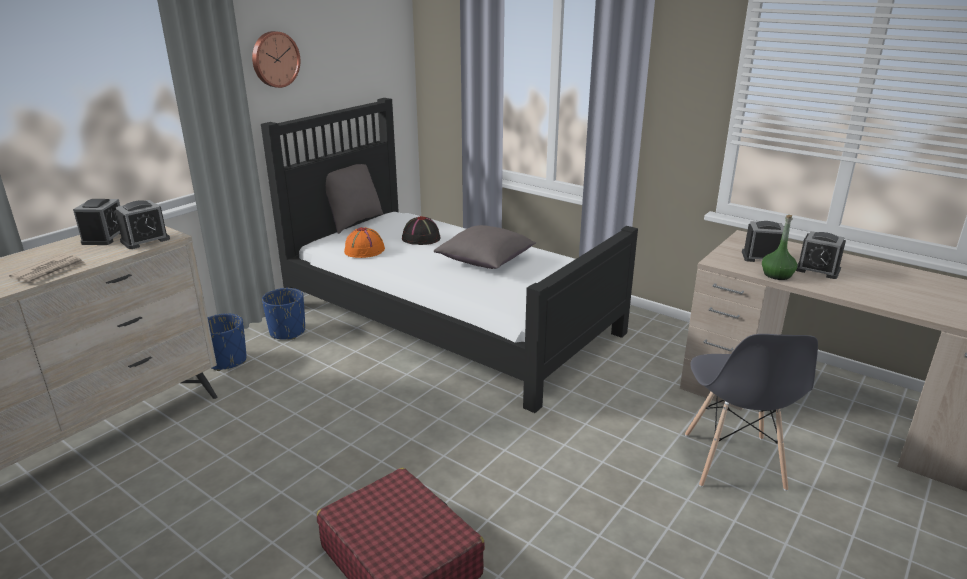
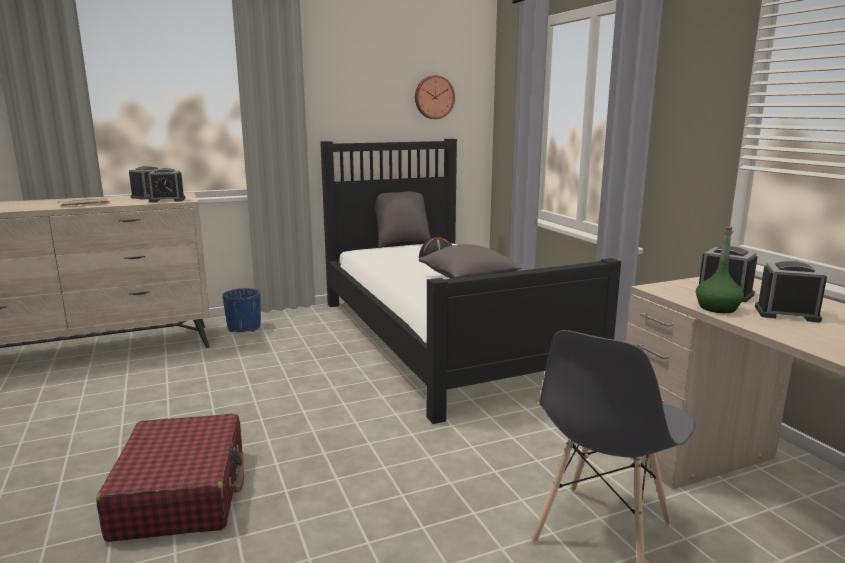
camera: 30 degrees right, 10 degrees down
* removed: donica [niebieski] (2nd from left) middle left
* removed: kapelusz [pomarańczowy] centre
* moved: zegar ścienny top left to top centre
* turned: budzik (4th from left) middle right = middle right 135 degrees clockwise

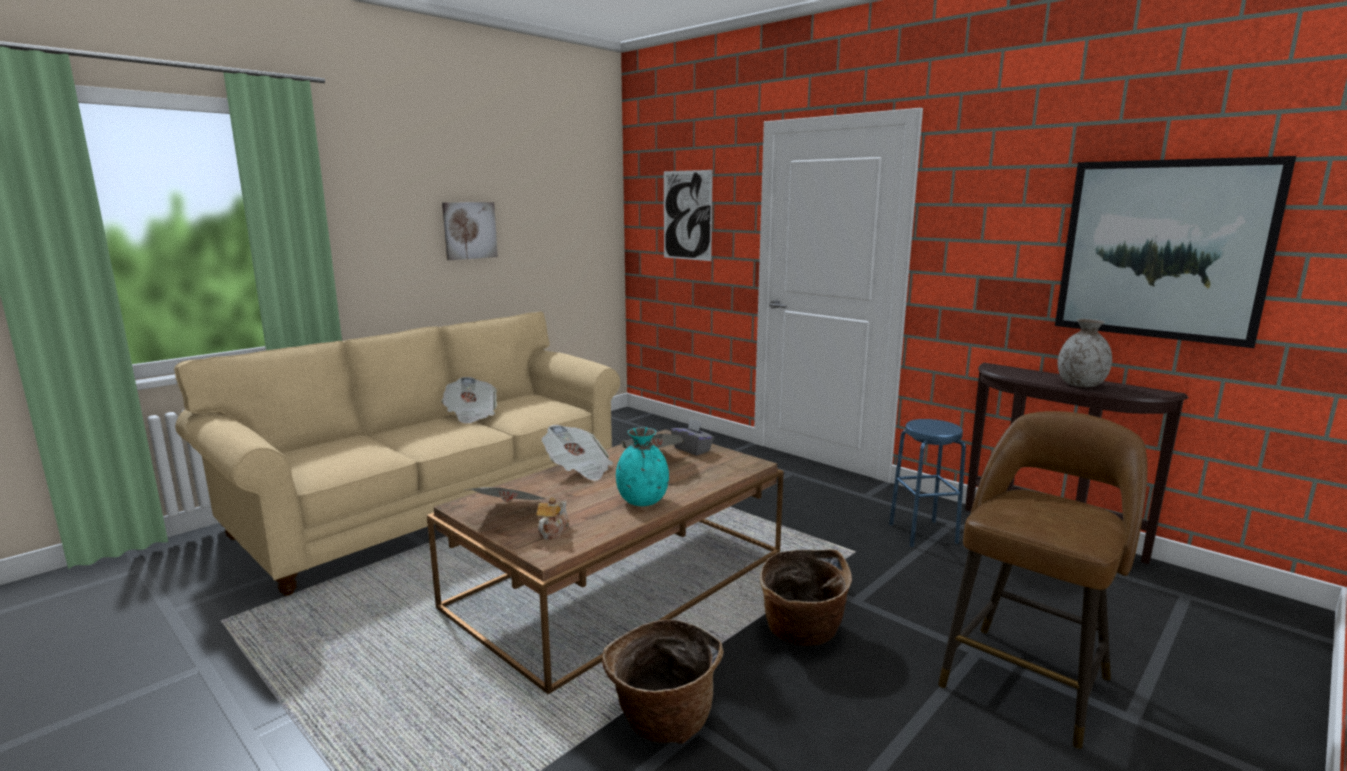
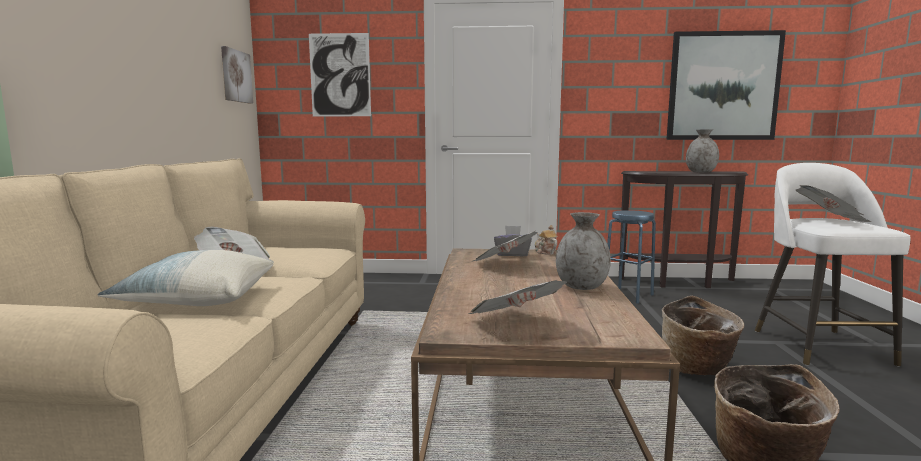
camera: 40 degrees left, 5 degrees down
* added: poduszka middle left
* moved: obraz (1st from left) top centre to top left
* moved: imbryk bottom centre to centre
* moved: gazeta (3rd from left in the first image) centre to gazeta (4th from left) middle right
* recoloured: wazon [turkusowy] centre to wazon [szary] (1st from left) centre
* recoloured: stołek [brązowy] bottom right to stołek [biały] middle right

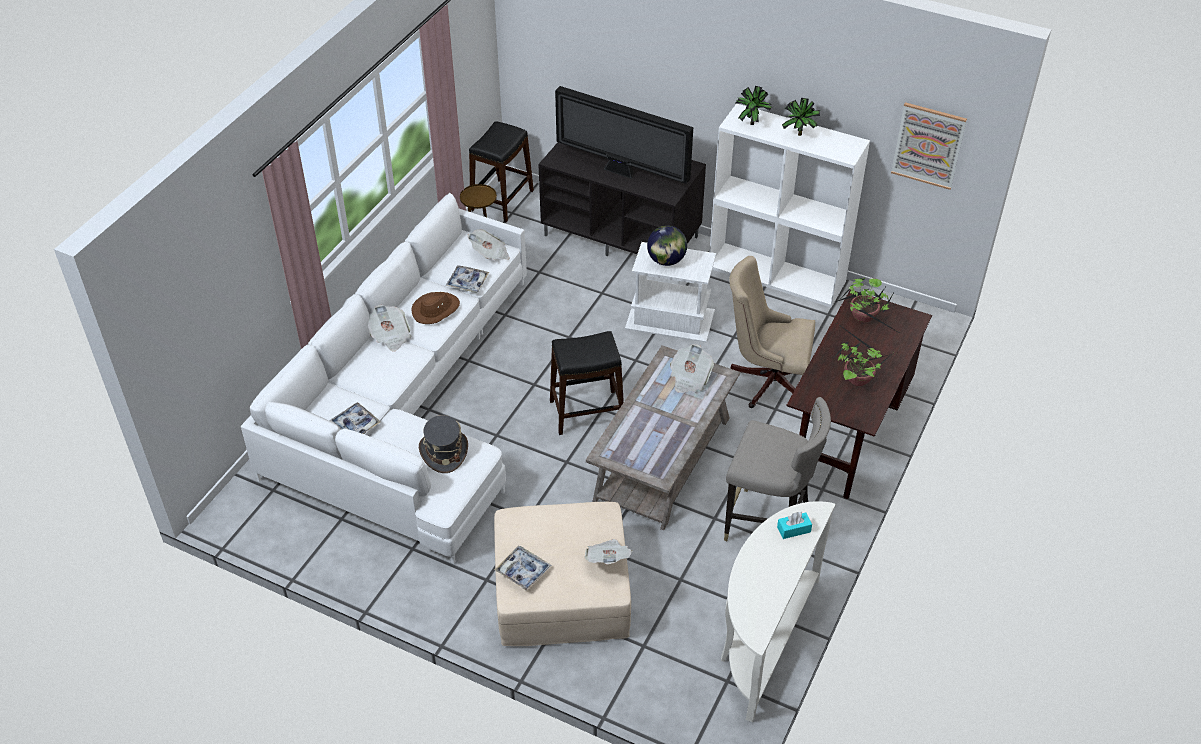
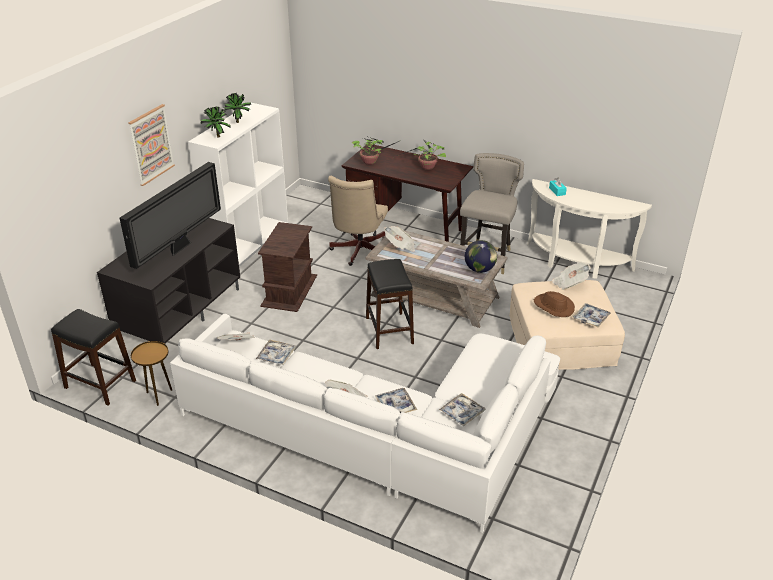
camera: 90 degrees left, 10 degrees down
* removed: kapelusz [szary] centre
* added: taca (2nd from left) bottom centre
* moved: kapelusz [brązowy] centre to middle right
* moved: globus top centre to centre
* moved: obraz top right to top left
* recoloured: stolik [biały] centre to stolik [brązowy] (2nd from left) centre

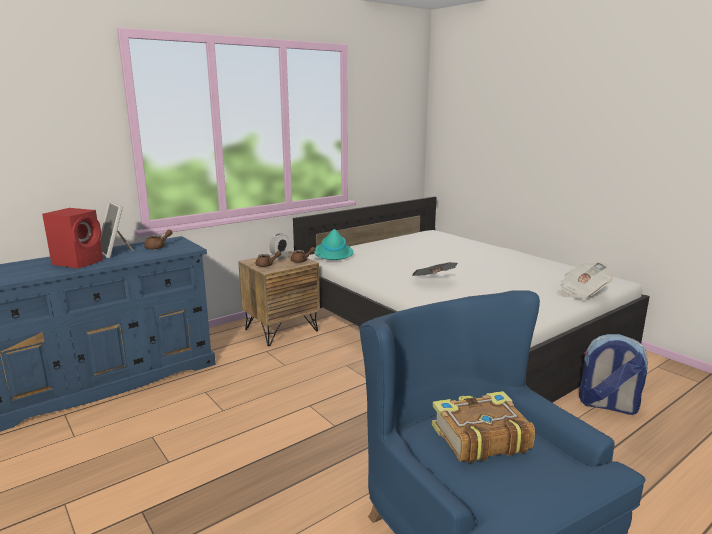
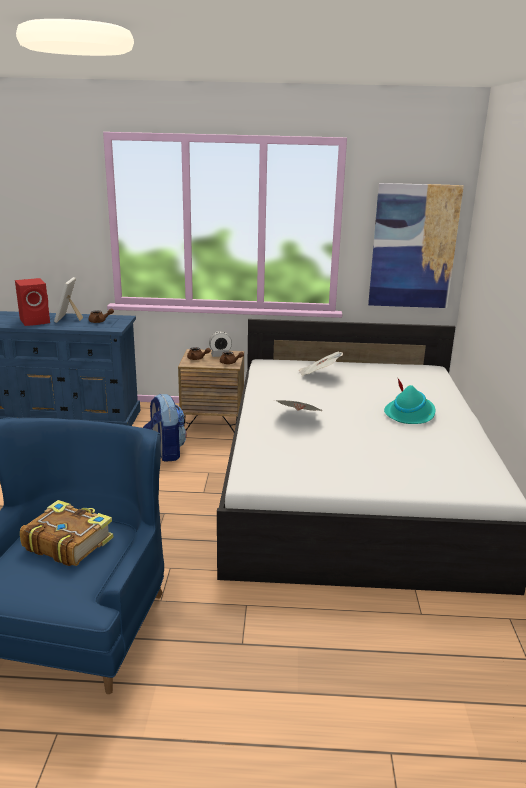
camera: 40 degrees right, 5 degrees up
* added: obraz top right
* moved: kapelusz [turkusowy] centre to middle right
* moved: gazeta (2nd from left) middle right to centre
* moved: plecak bottom right to middle left

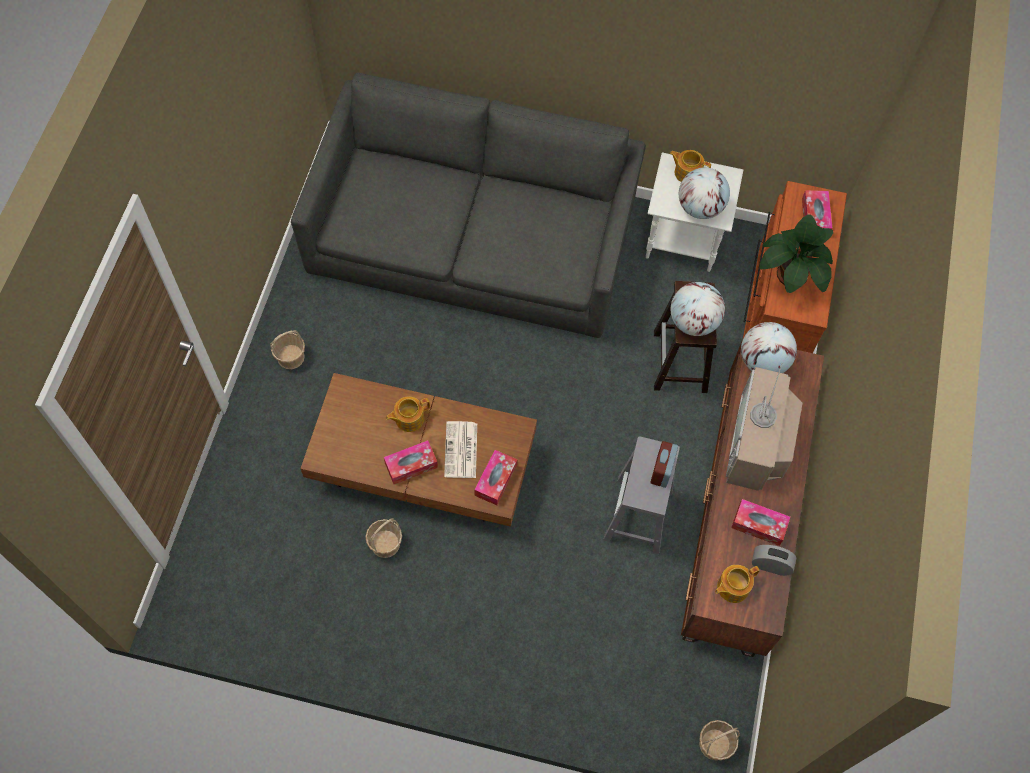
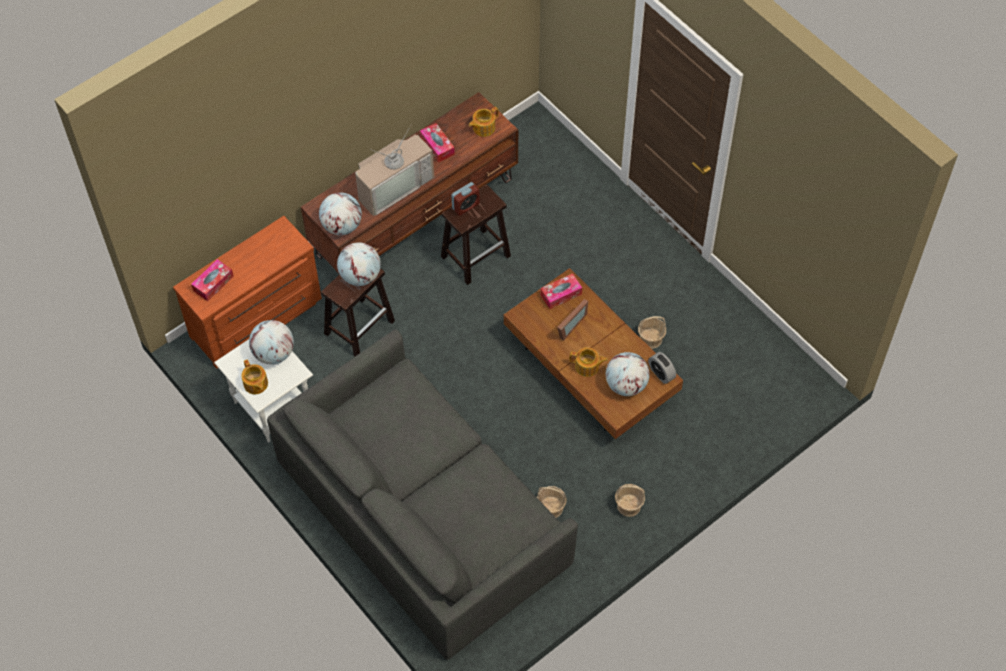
camera: 140 degrees left, 5 degrees down
* removed: pudełko chusteczek (1st from left) centre
* removed: roślina doniczkowa top right
* added: globus (4th from left) centre
* moved: koszyk (3rd from left in the first image) bottom right to koszyk (1st from left) bottom centre
* moved: budzik (2nd from left) bottom right to centre
* replaced: gazeta centre to ramka na zdjęcie centre
* recoloured: stołek [szary] centre to stołek [brązowy] (2nd from left) centre
* turned: imbryk (3rd from left in the first image) bottom right = top centre 135 degrees clockwise

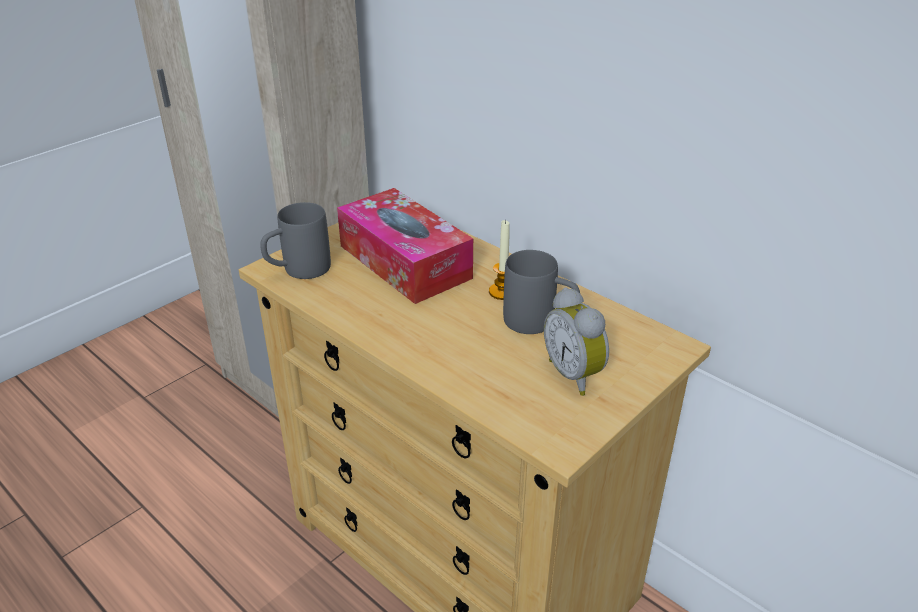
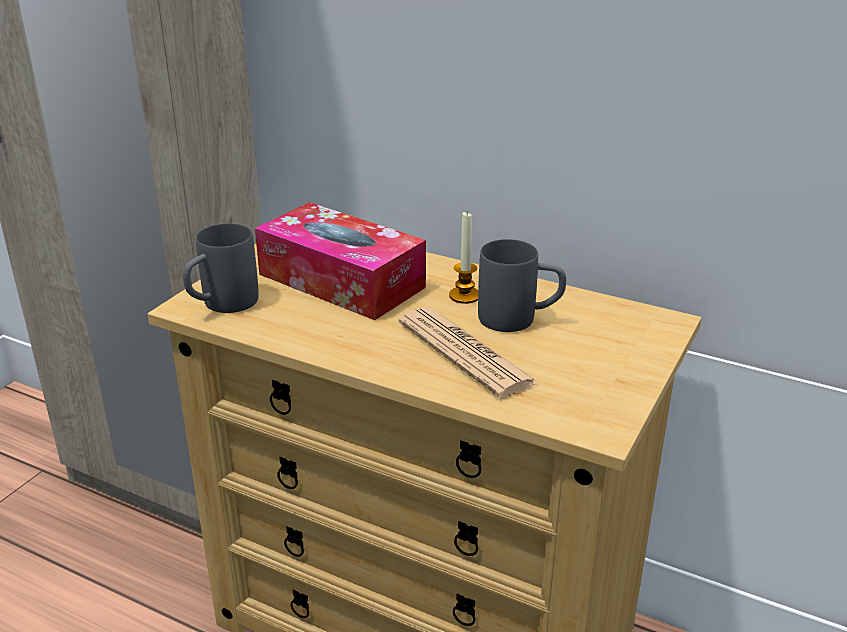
camera: 15 degrees left, 5 degrees down
* removed: budzik centre
* added: gazeta centre

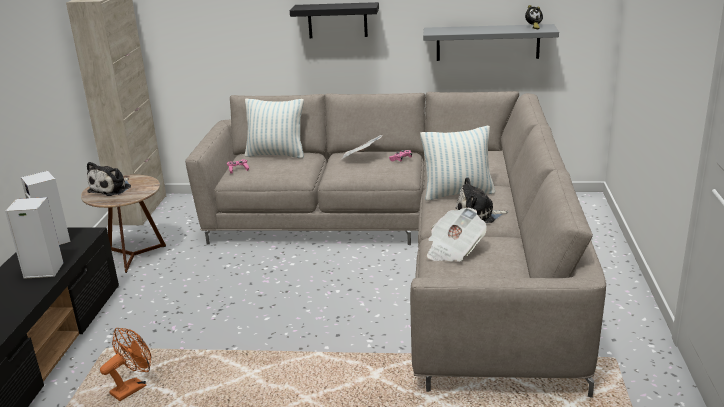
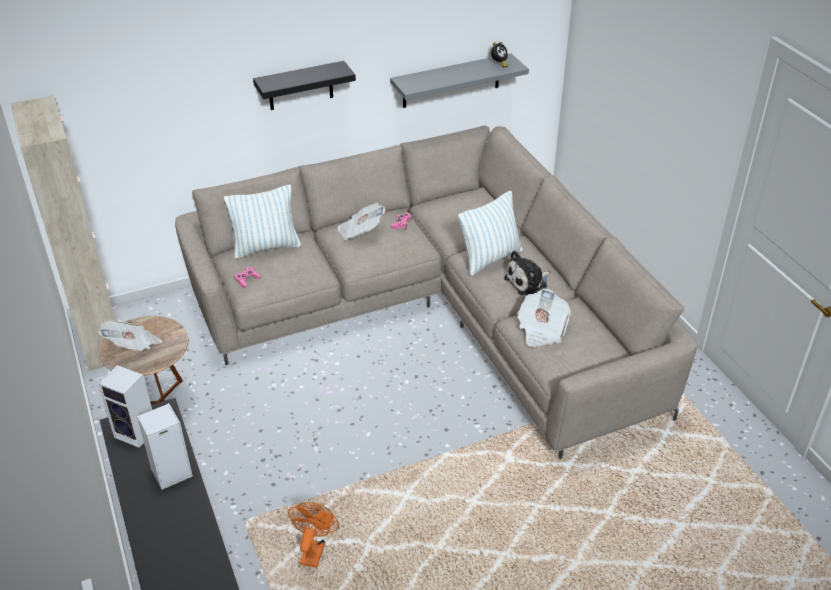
camera: 30 degrees left, 15 degrees up
* replaced: pluszak (1st from left) middle left to gazeta (1st from left) middle left

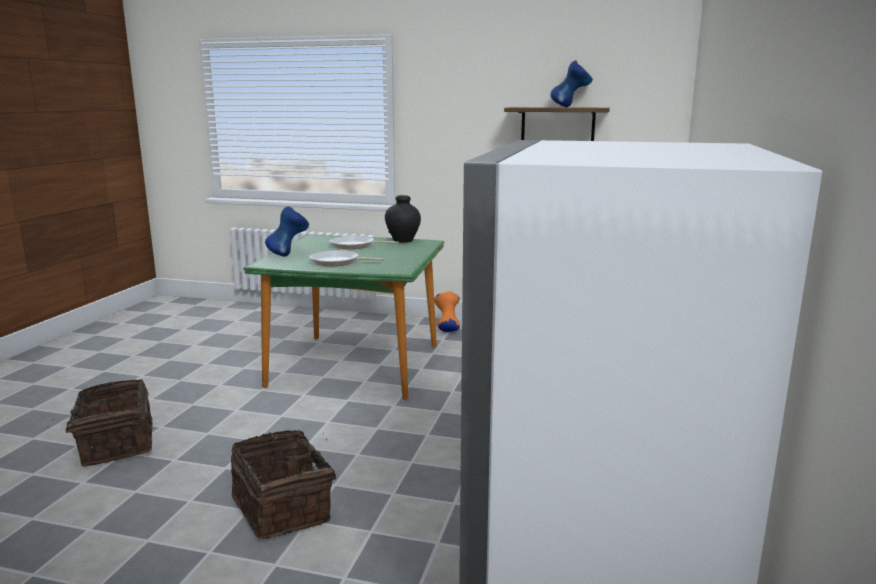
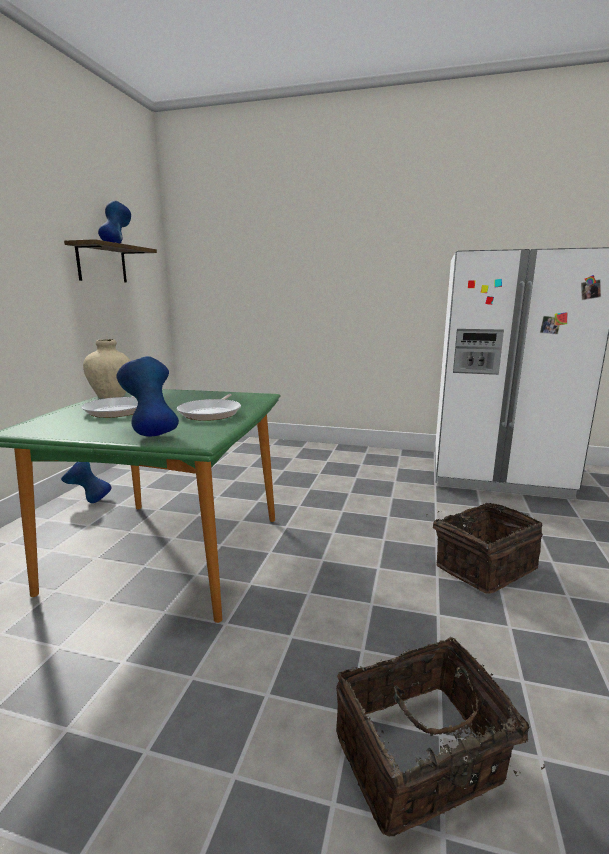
camera: 90 degrees left, 0 degrees up
* recoloured: wazon [czarny] centre to wazon [beżowy] middle left
* recoloured: wazon [pomarańczowy] centre to wazon [niebieski] (1st from left) middle left

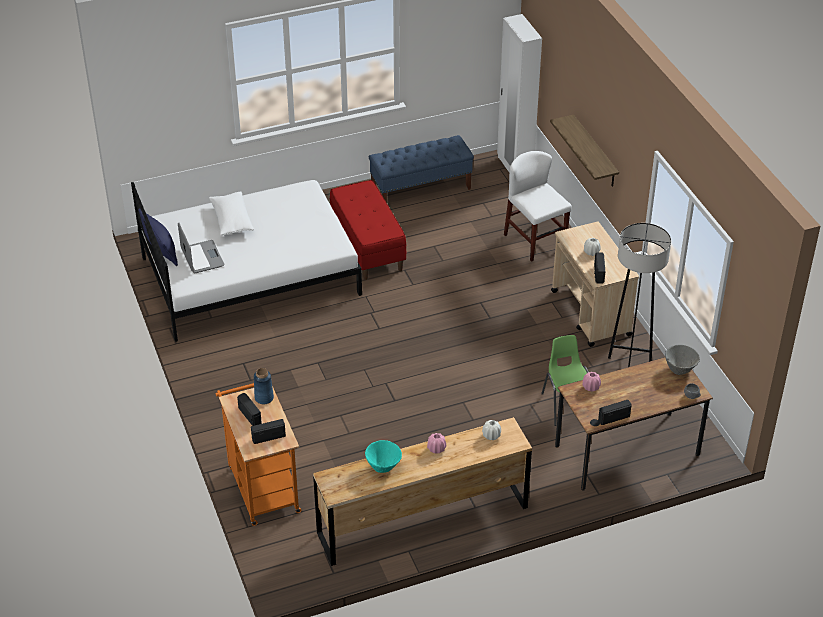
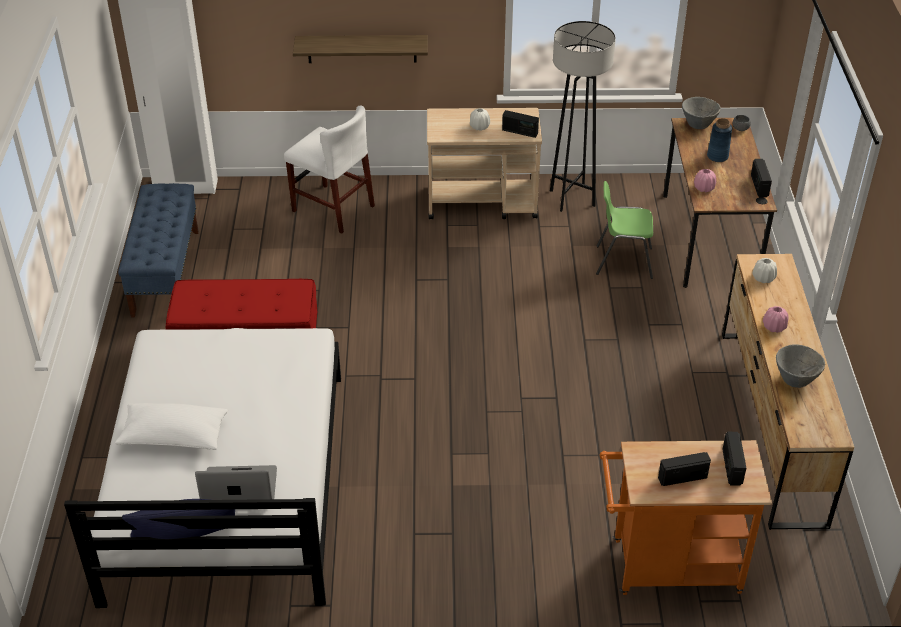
camera: 70 degrees left, 0 degrees up
* moved: wazon [niebieski] middle left to top right
* recoloured: miska [turkusowy] bottom centre to miska [szary] (3rd from left) middle right
* turned: krzesło [biały] centre = top centre 135 degrees counterclockwise

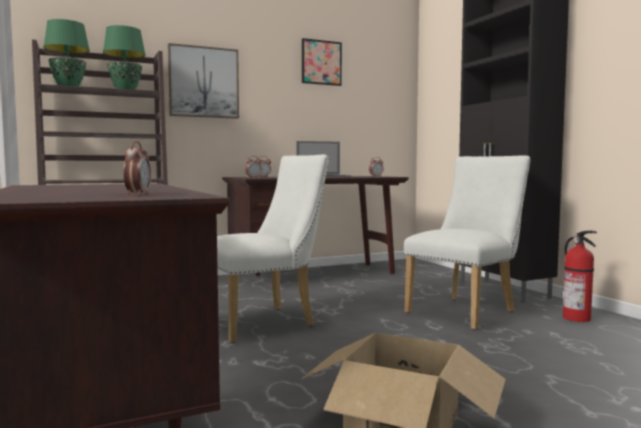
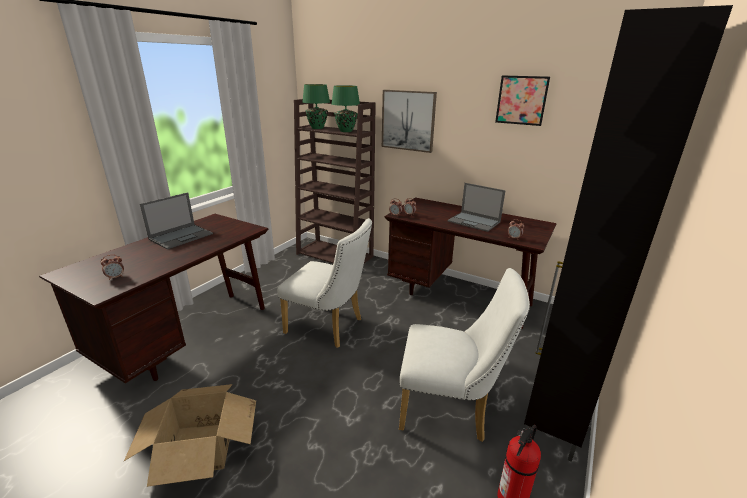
camera: 55 degrees right, 20 degrees up
* added: laptop (1st from left) middle left

